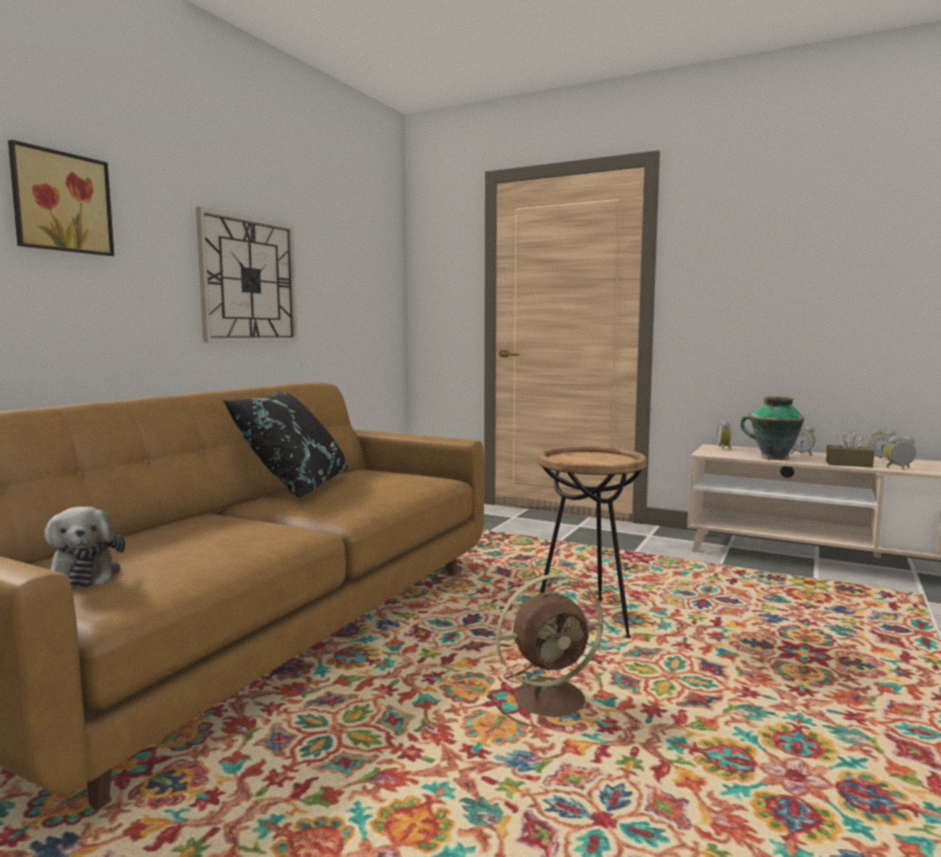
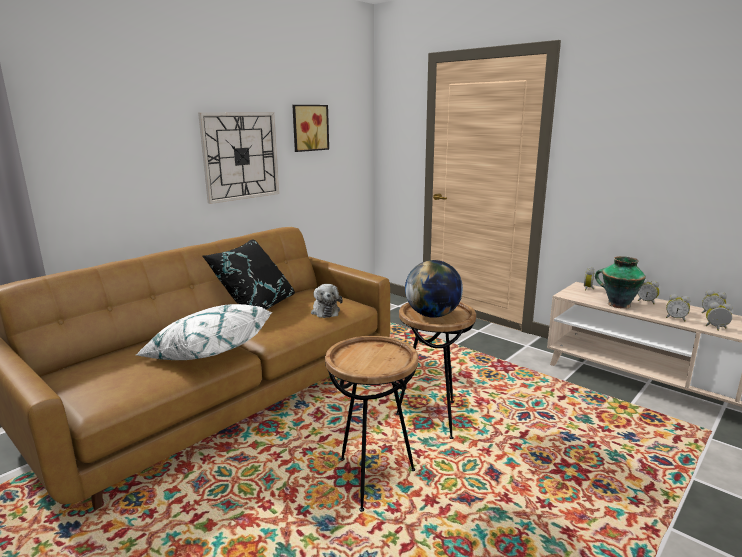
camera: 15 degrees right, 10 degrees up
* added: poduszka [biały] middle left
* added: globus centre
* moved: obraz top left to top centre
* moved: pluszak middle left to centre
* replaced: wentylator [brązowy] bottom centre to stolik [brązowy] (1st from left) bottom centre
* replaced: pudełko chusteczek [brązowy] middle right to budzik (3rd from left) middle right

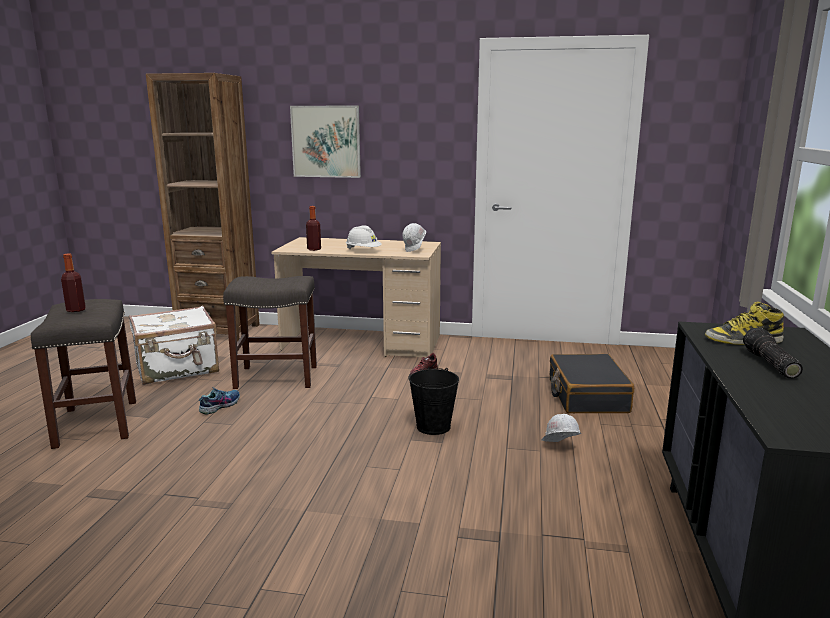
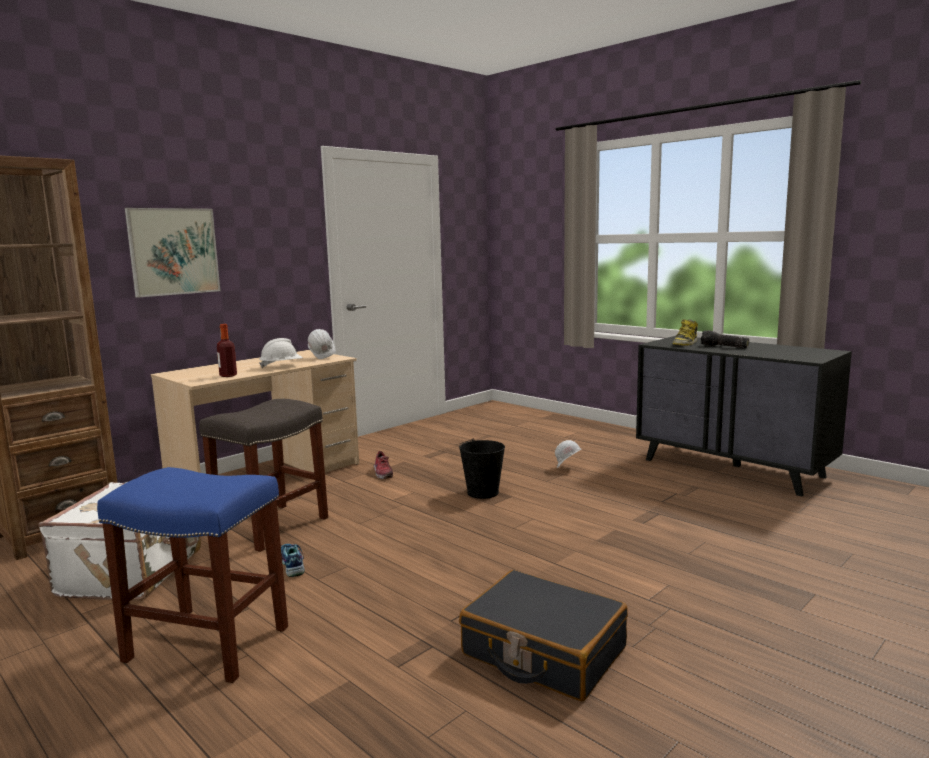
camera: 55 degrees left, 5 degrees down
* removed: butelka (1st from left) middle left
* moved: walizka [czarny] middle right to bottom centre
* recoloured: stołek [szary] (1st from left) middle left to stołek [niebieski] bottom left

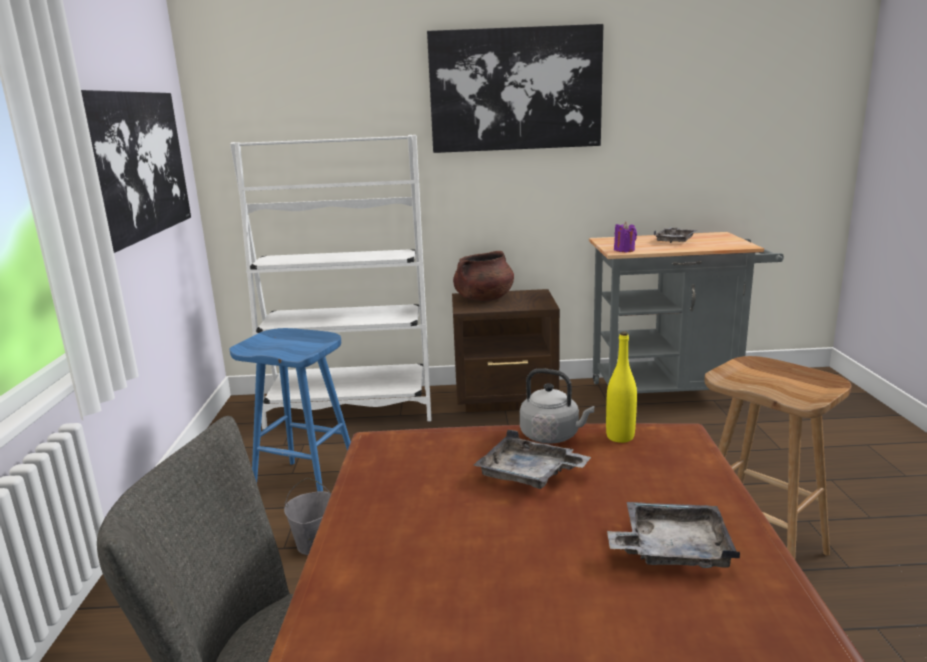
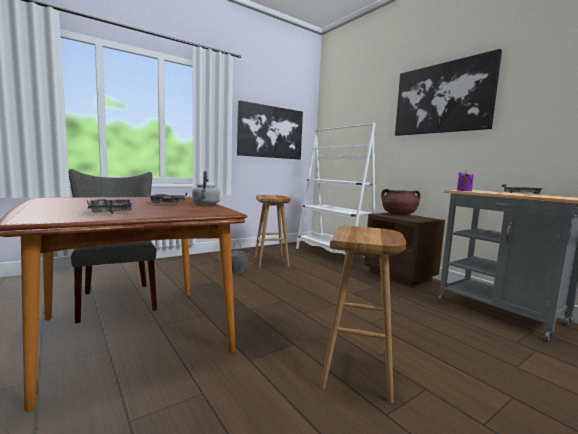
camera: 55 degrees right, 10 degrees down
* removed: butelka [żółty] middle right
* recoloured: stołek [niebieski] middle left to stołek [brązowy] (1st from left) centre

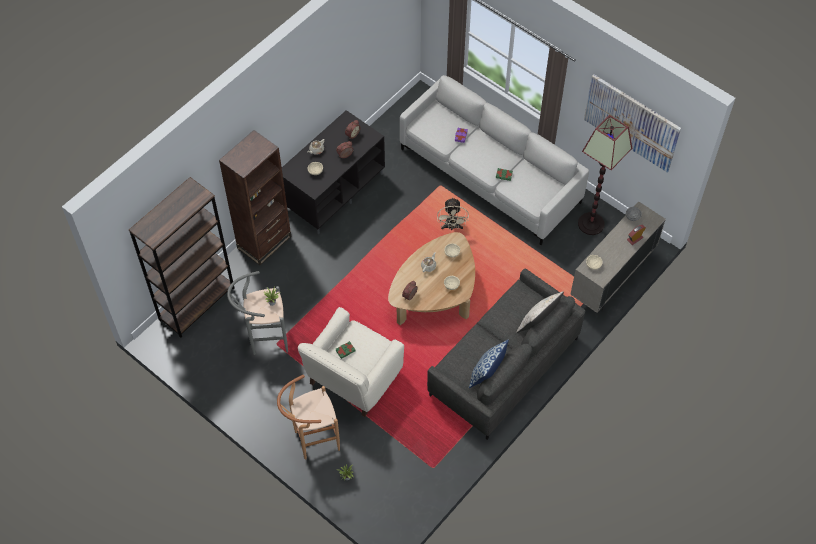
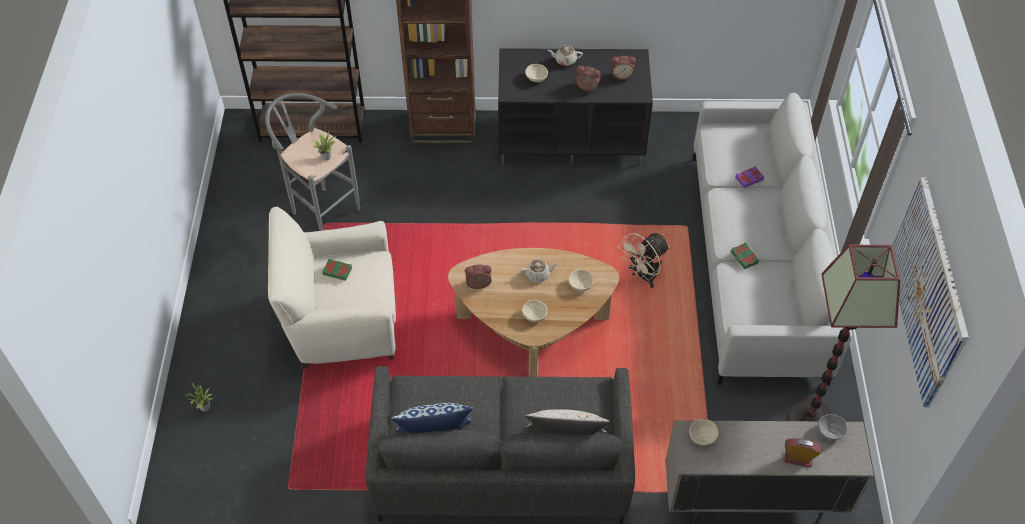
camera: 50 degrees right, 5 degrees down
* removed: stołek [brązowy] bottom centre

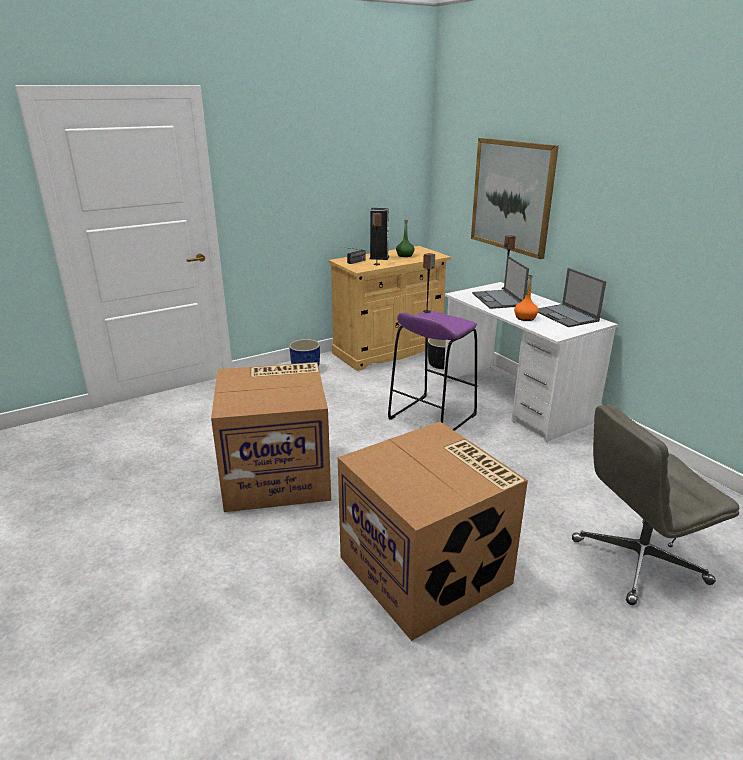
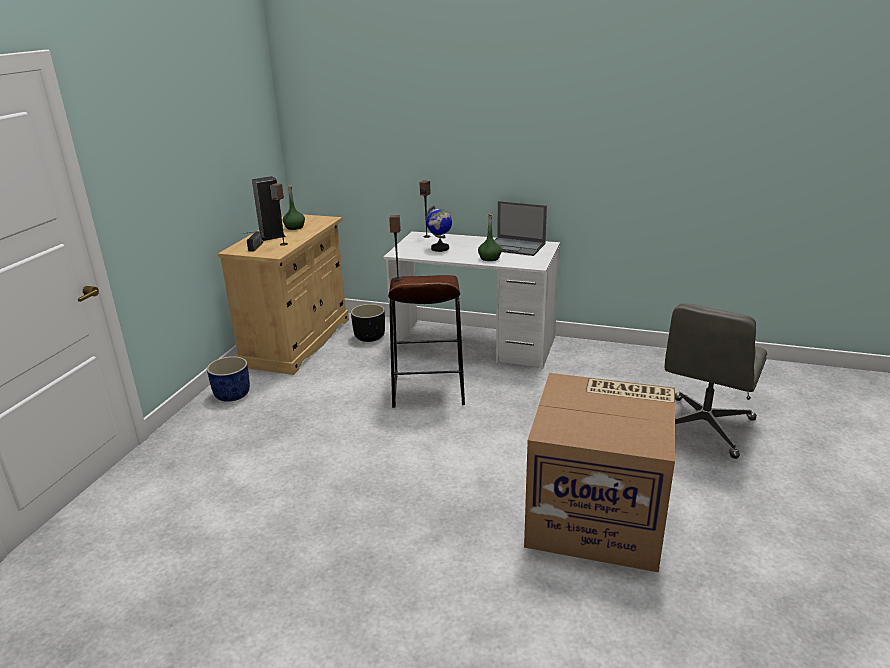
camera: 40 degrees left, 0 degrees up
* removed: karton (1st from left) centre
* removed: obraz top right
* replaced: laptop (1st from left) middle right to globus centre
* recoloured: stołek [fioletowy] centre to stołek [brązowy] centre
* recoloured: butelka [pomarańczowy] middle right to butelka [zielony] (2nd from left) centre

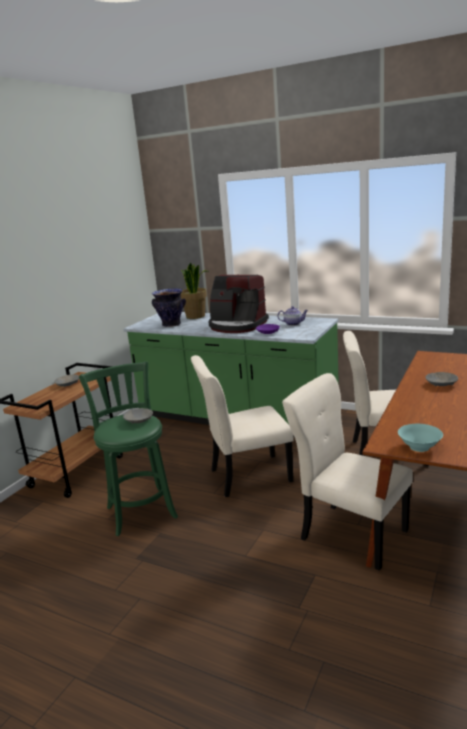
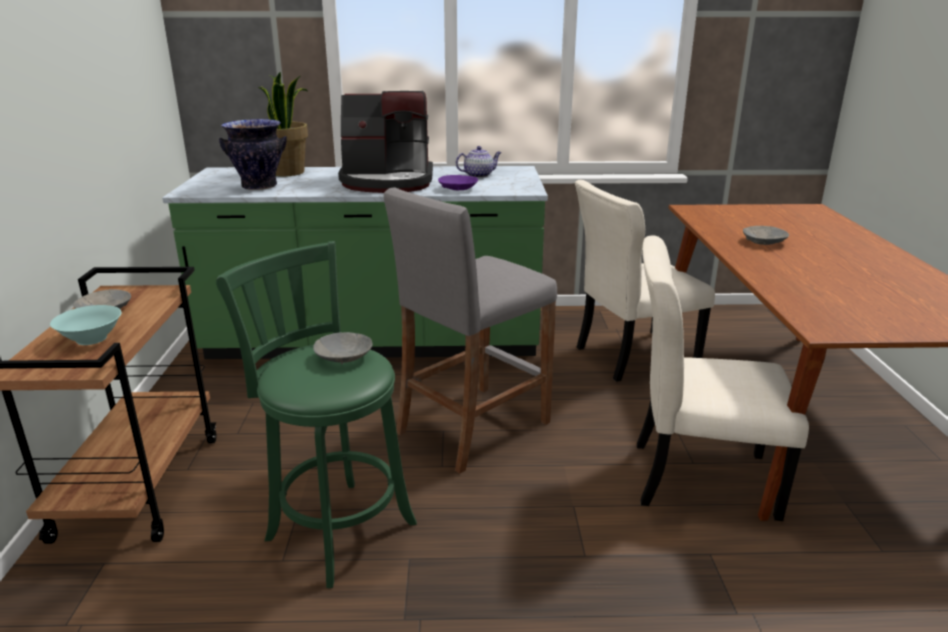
camera: 30 degrees left, 5 degrees up
* moved: miska [turkusowy] middle right to middle left
* replaced: krzesło [beżowy] (1st from left) centre to stołek [szary] centre

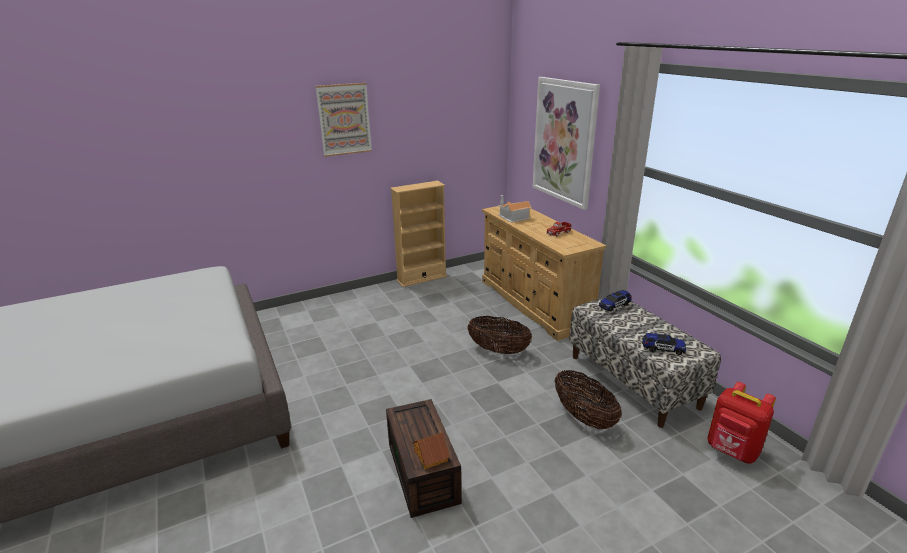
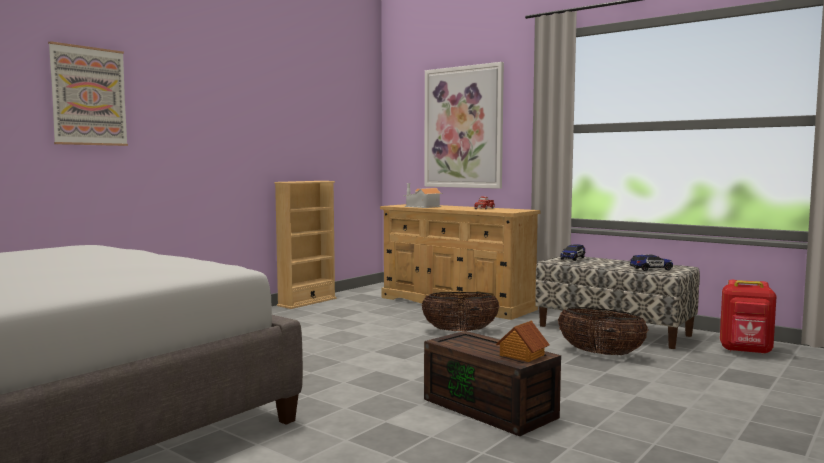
camera: 25 degrees left, 20 degrees down
* moved: obraz (1st from left) top centre to top left

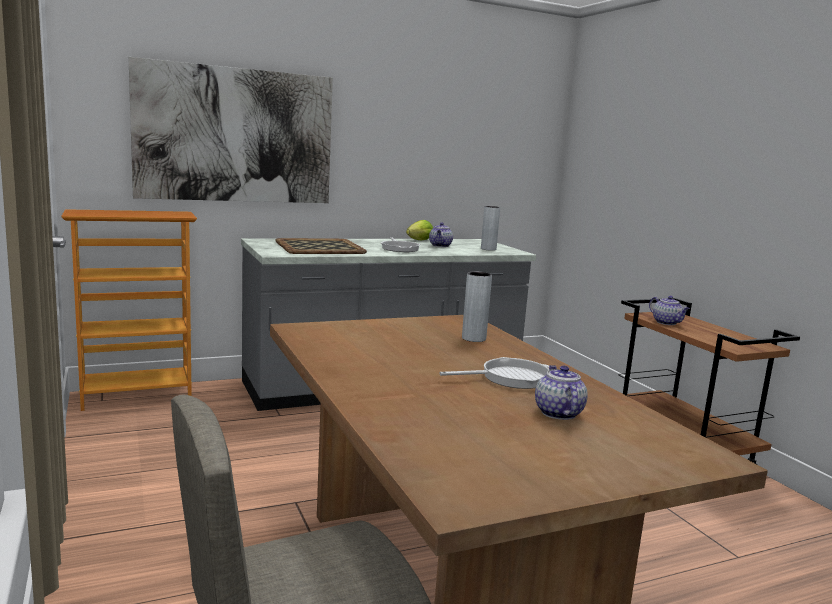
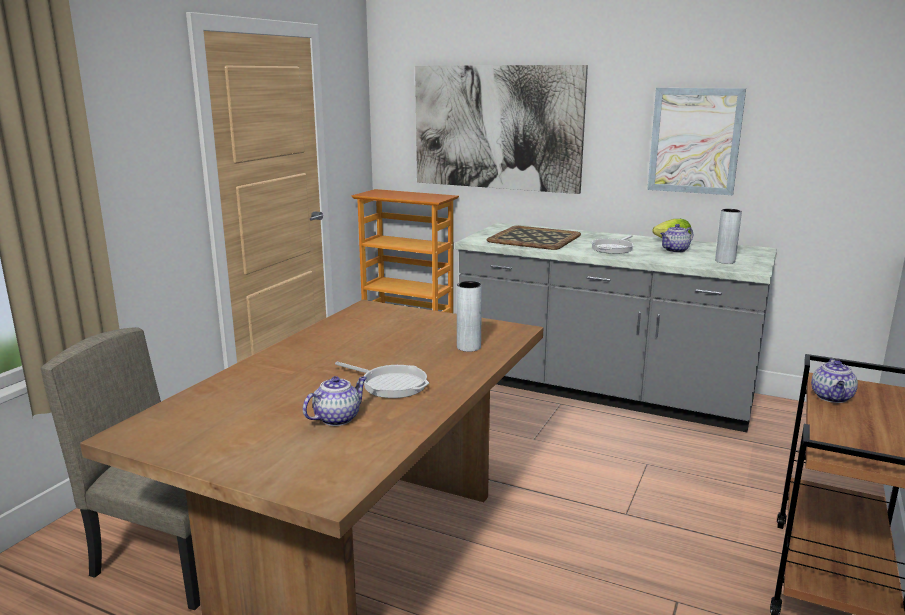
camera: 50 degrees right, 5 degrees up
* added: obraz (2nd from left) top right

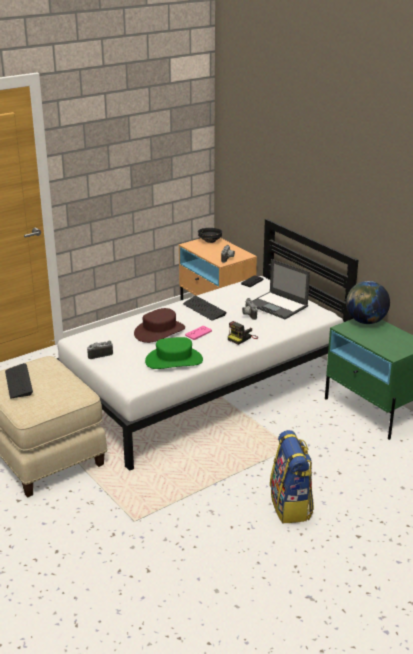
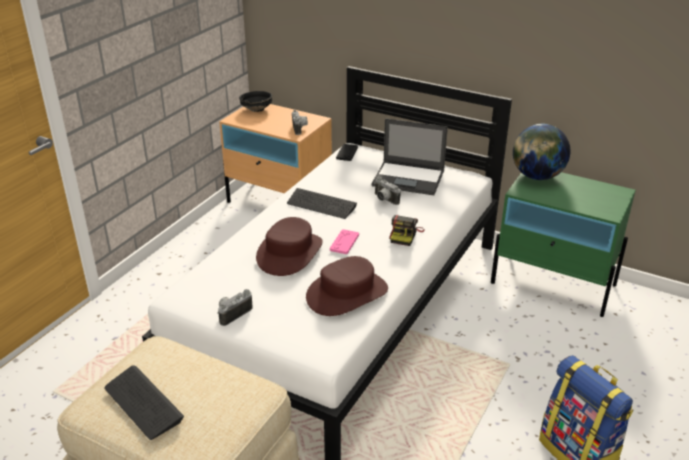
camera: 25 degrees left, 5 degrees up
* recoloured: kapelusz [zielony] centre to kapelusz [brązowy] (2nd from left) centre

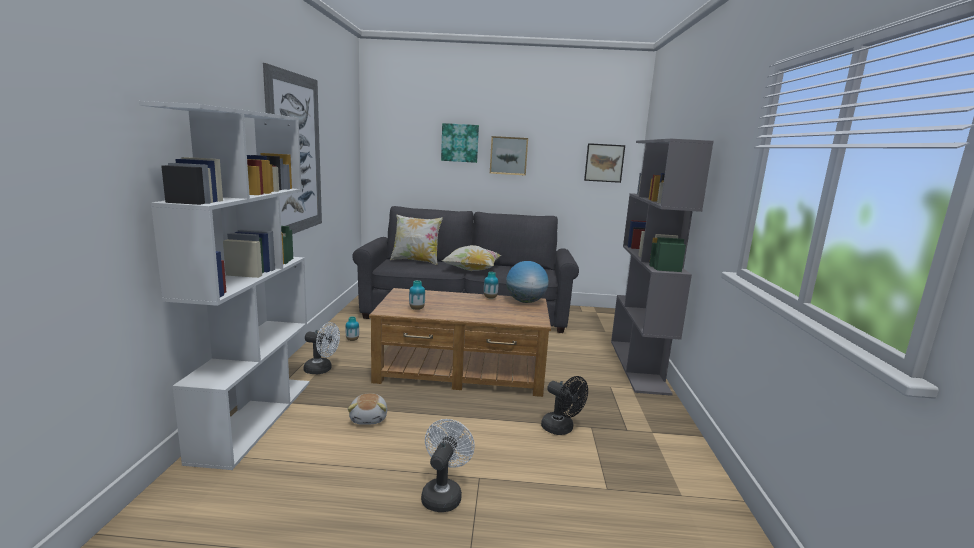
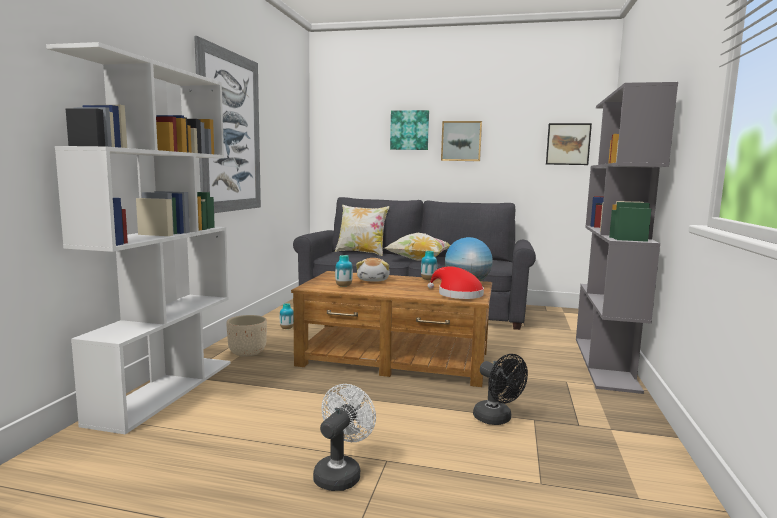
camera: 10 degrees right, 5 degrees down
* added: kapelusz [czerwony] centre
* moved: pluszak bottom centre to centre
* replaced: wentylator [biały] (1st from left) middle left to donica [beżowy] middle left

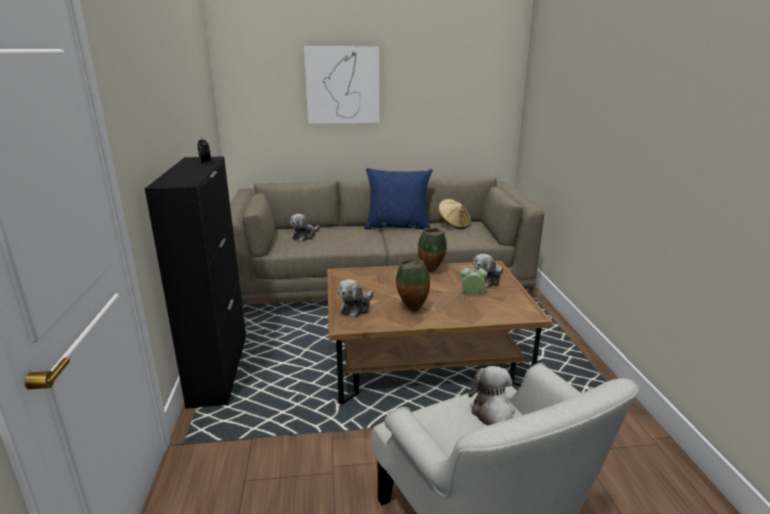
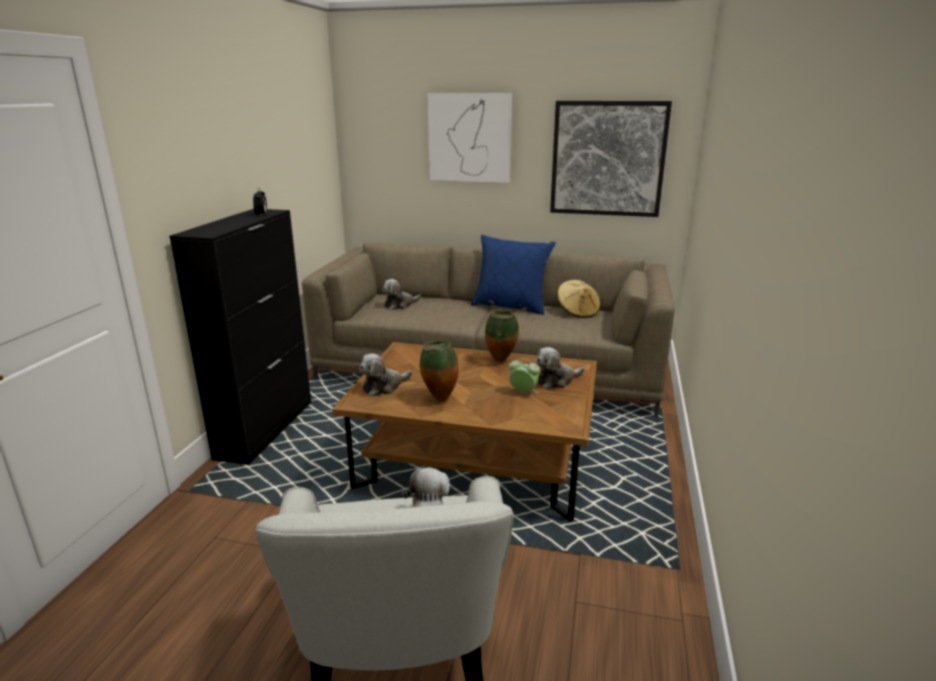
camera: 20 degrees right, 0 degrees up
* added: obraz (2nd from left) top centre

